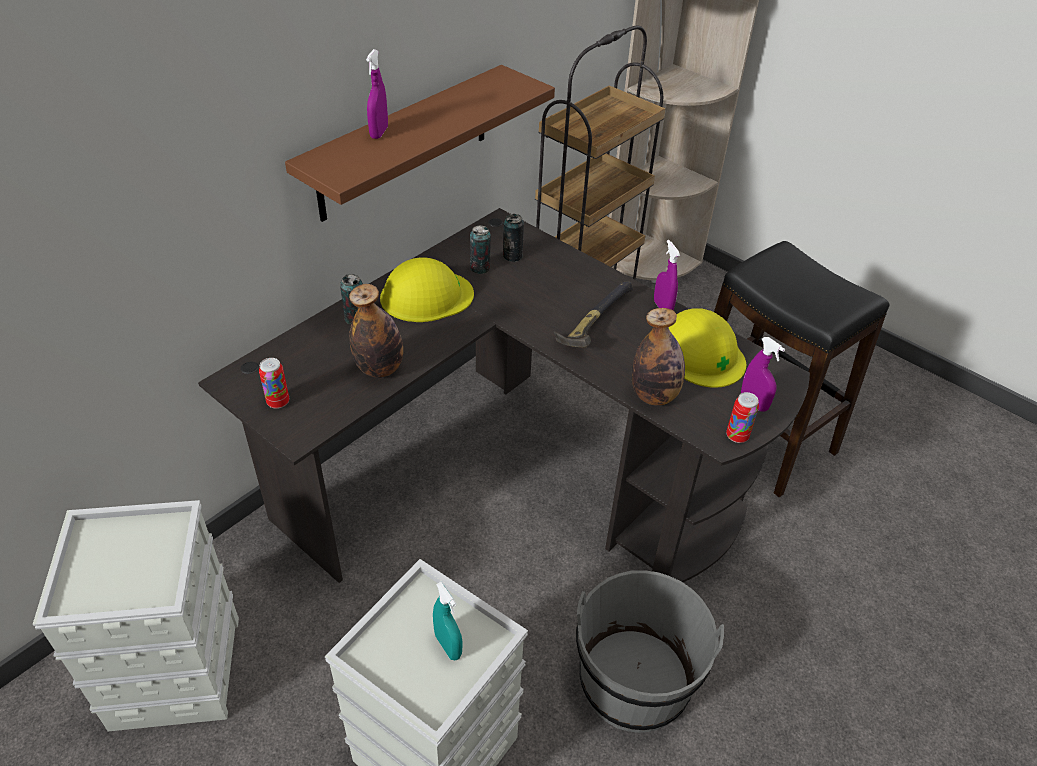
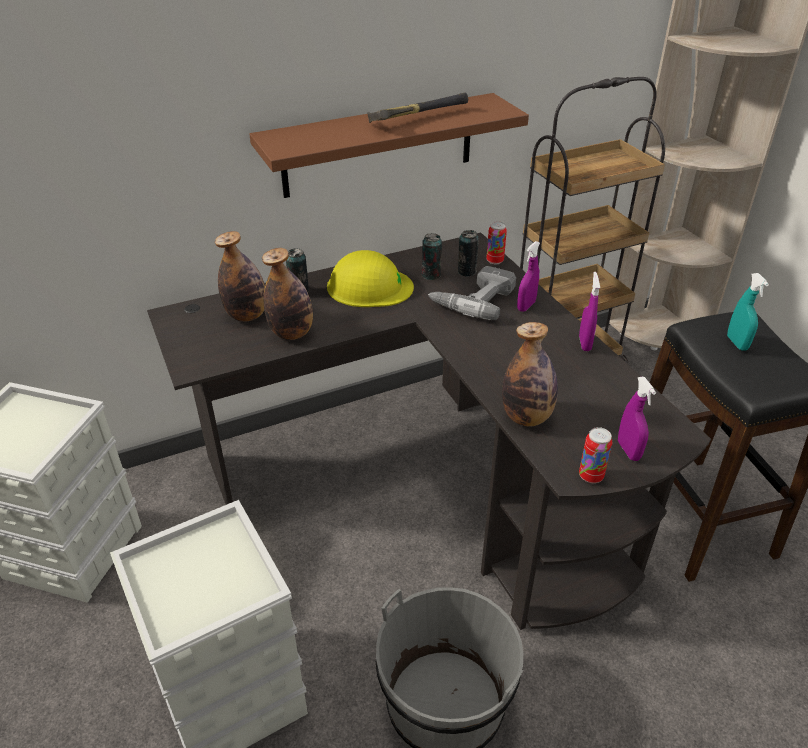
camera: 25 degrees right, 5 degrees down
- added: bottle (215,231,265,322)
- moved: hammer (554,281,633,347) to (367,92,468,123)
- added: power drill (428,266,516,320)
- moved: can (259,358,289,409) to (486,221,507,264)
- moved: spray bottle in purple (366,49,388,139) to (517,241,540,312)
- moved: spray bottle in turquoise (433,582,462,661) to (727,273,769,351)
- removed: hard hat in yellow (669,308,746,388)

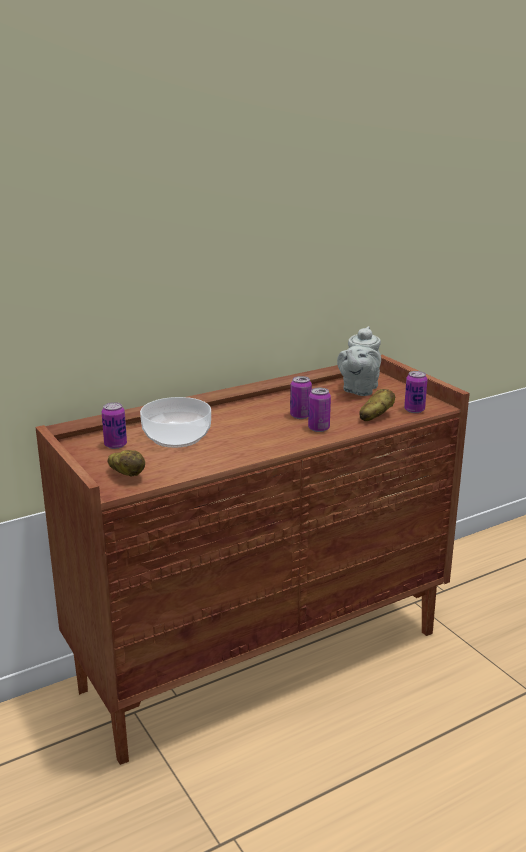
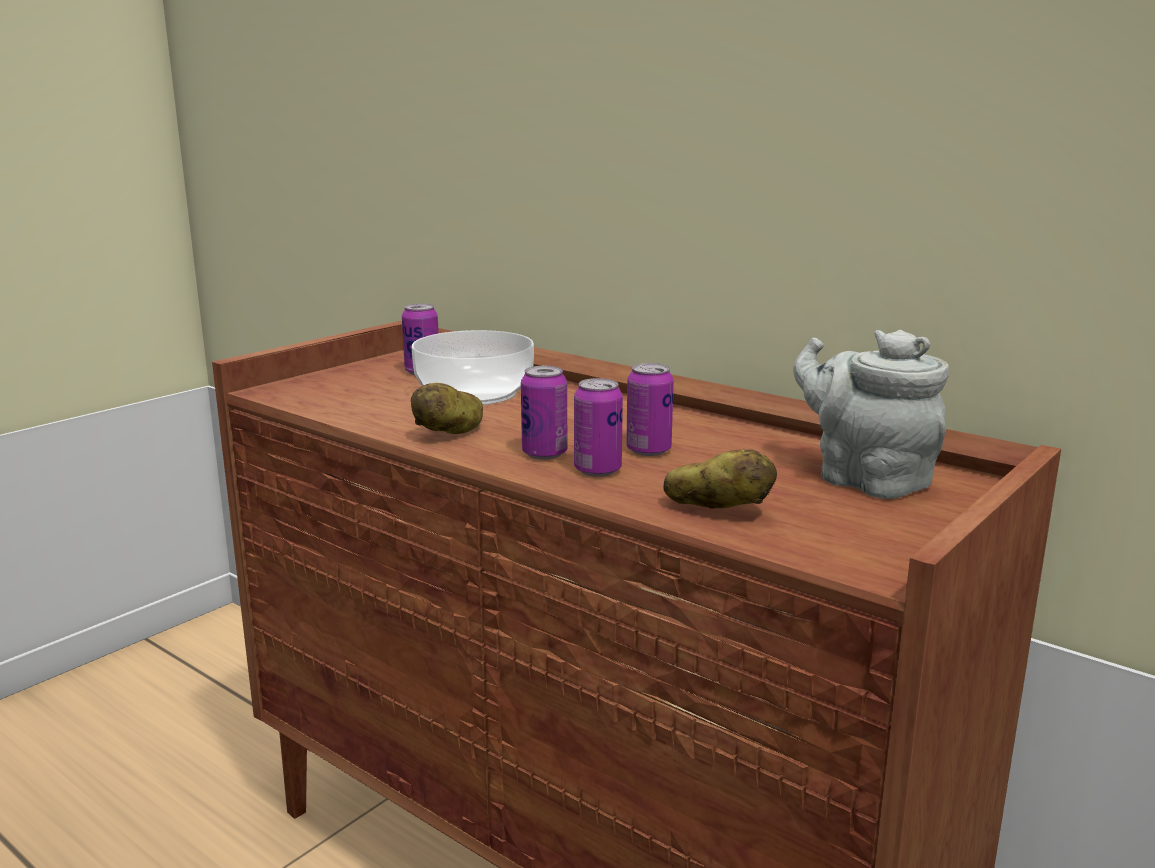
camera: 70 degrees right, 5 degrees down
- moved: potato (107,450,145,477) to (410,383,483,434)
- moved: can (404,371,427,413) to (521,366,567,459)
- turned: teapot in grey (337,326,381,396) = (793,330,949,499) 45 degrees clockwise

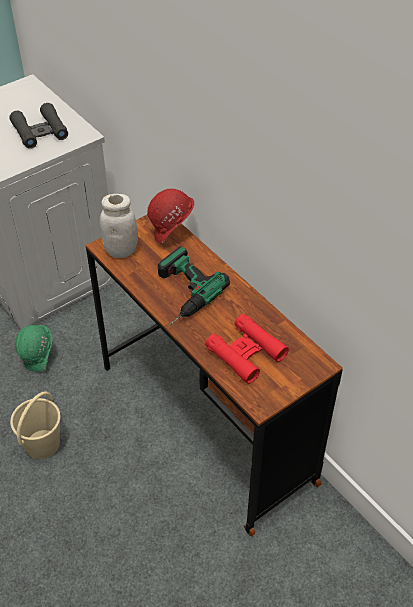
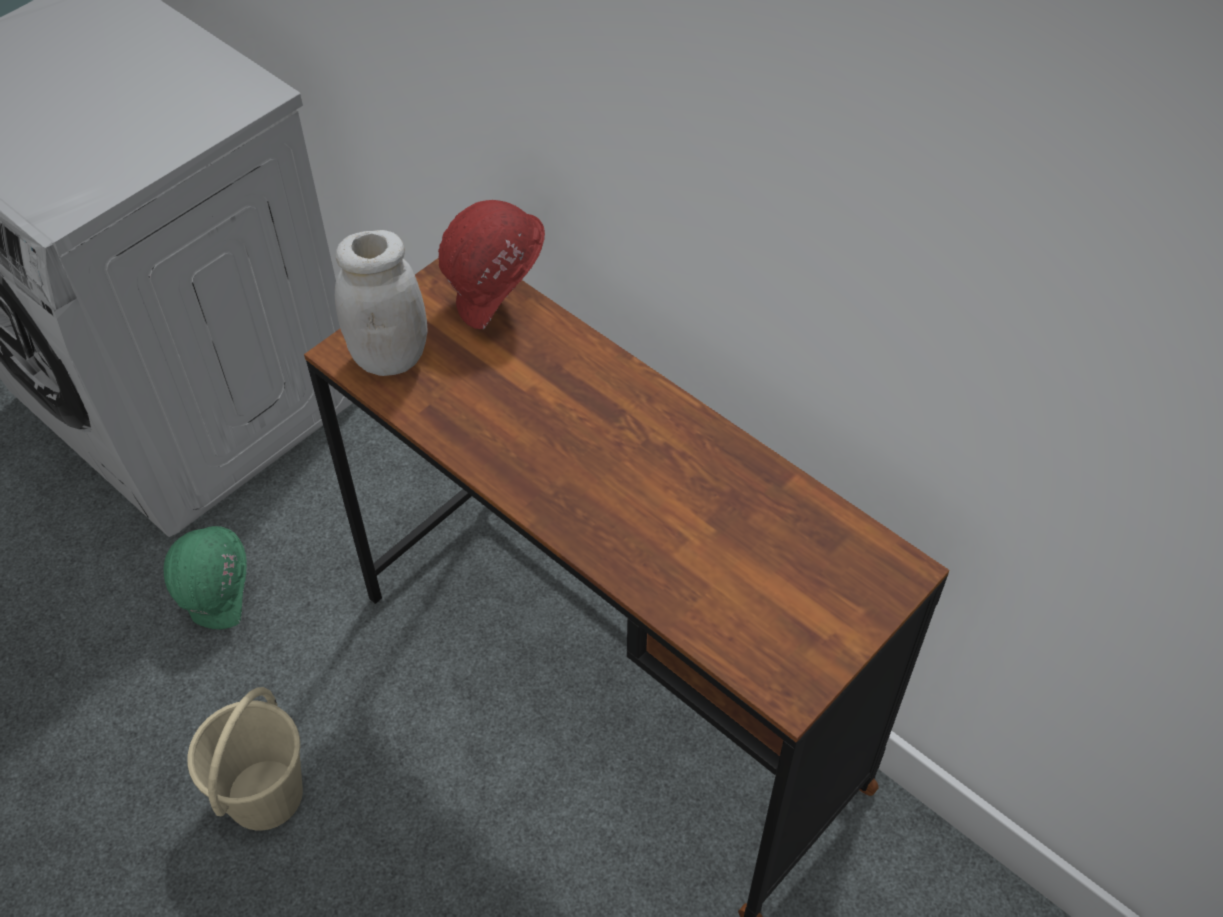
camera: 10 degrees left, 5 degrees up
- removed: binoculars in black (9,103,68,149)
- removed: power drill (158,246,230,325)
- removed: binoculars in red (205,314,289,384)

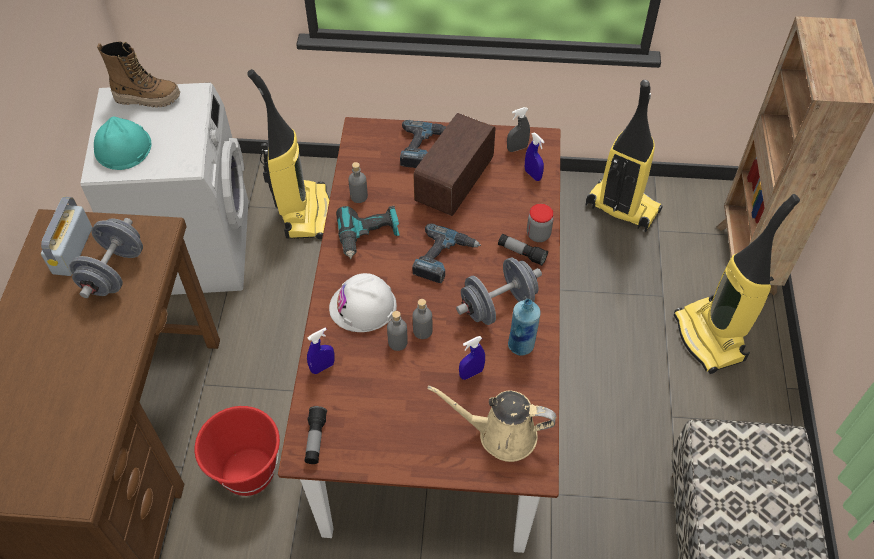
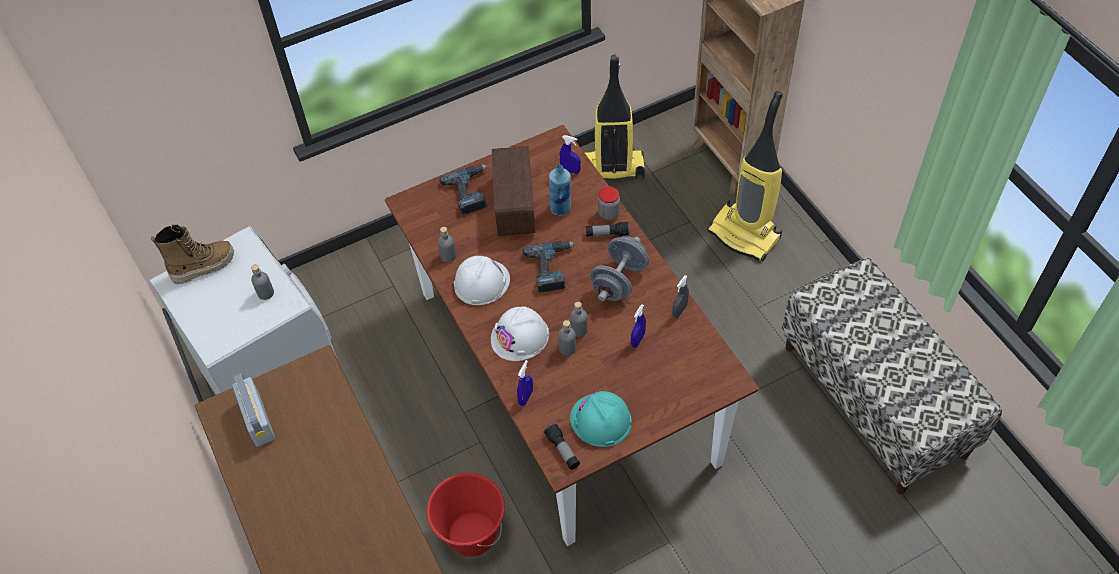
camera: 30 degrees left, 0 degrees up
- added: bottle in grey (251,264,274,300)
- replaced: power drill (336,206,400,259) to hard hat in white (454,256,510,305)
- moved: bottle in blue (508,299,541,356) to (549,165,571,216)
- moved: hard hat in turquoise (94,117,151,170) to (570,391,632,447)
- moved: spray bottle in grey (507,107,530,152) to (672,275,689,318)
- removed: dumbbell in grey (69,218,143,298)
- removed: vacuum cleaner (247,69,330,239)
- removed: watering can in beige (427,385,556,462)

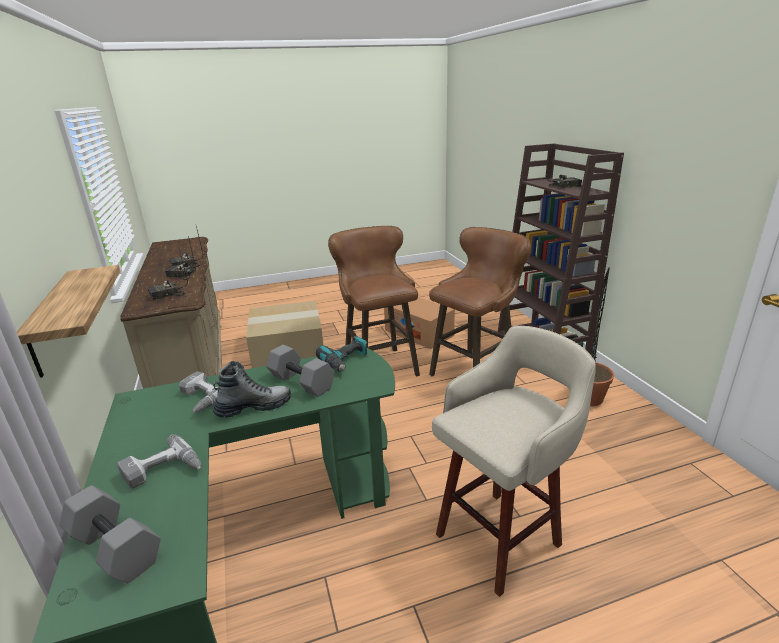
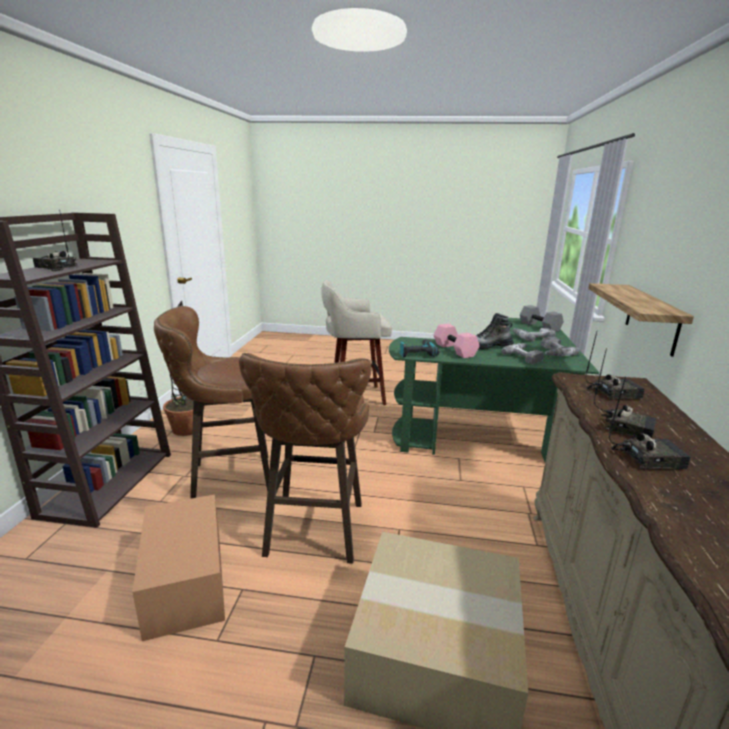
camera: 155 degrees left, 5 degrees down
- recoloured: dumbbell in grey (266,345,335,397) to dumbbell in pink (434,324,480,358)
- added: power drill (541,337,579,356)

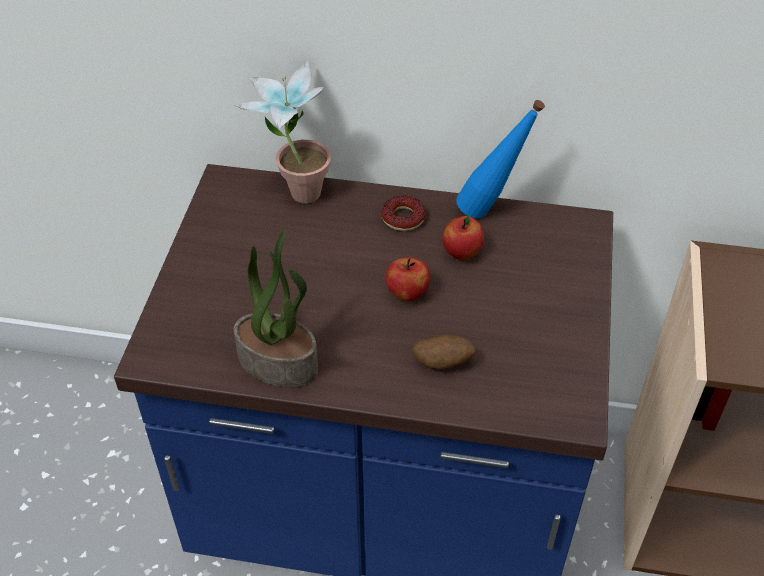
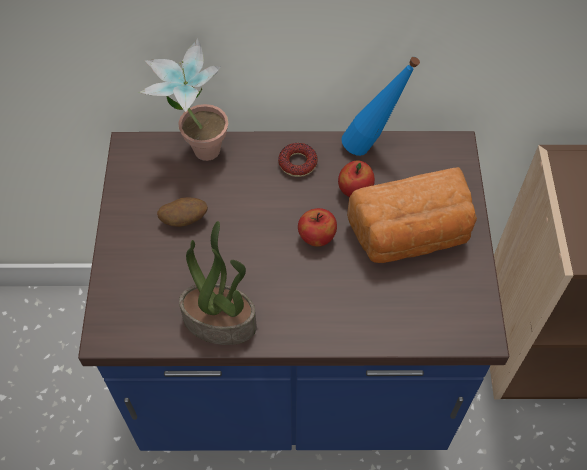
camera: 10 degrees left, 10 degrees up
- moved: potato (413,335,475,369) to (157,197,208,227)
- added: bread (347,167,477,263)

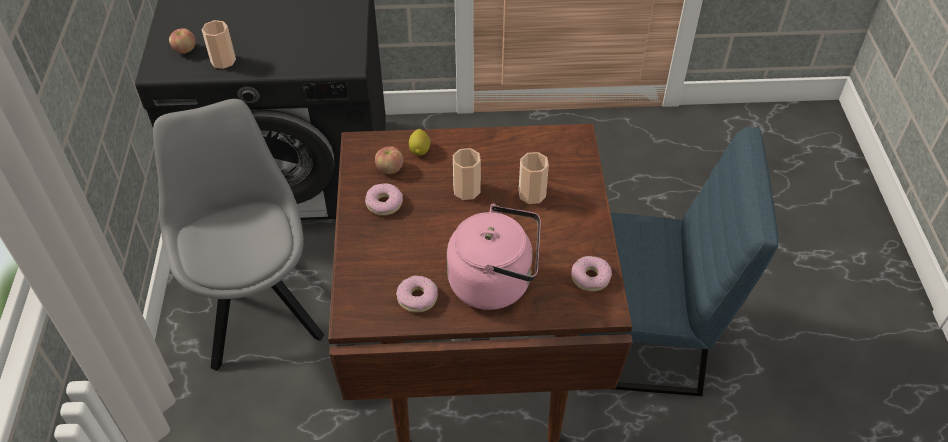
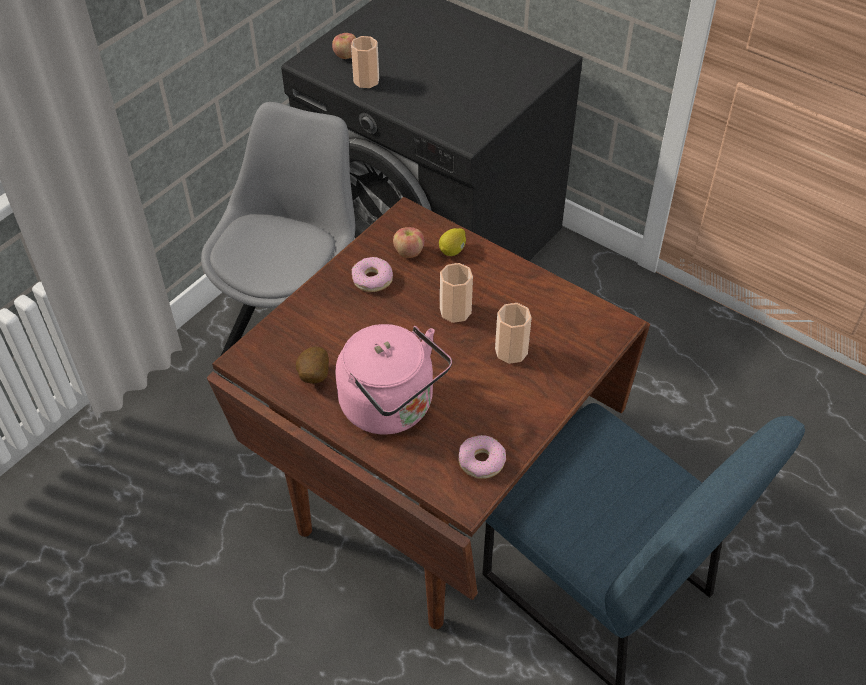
camera: 40 degrees right, 0 degrees up
- replaced: donut (396,276,438,313) to potato (296,346,329,383)

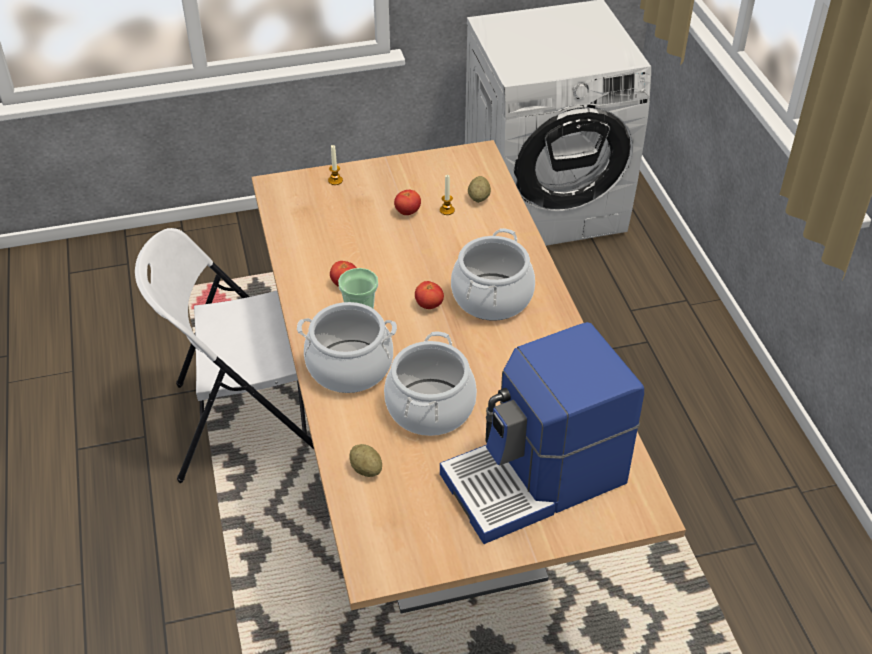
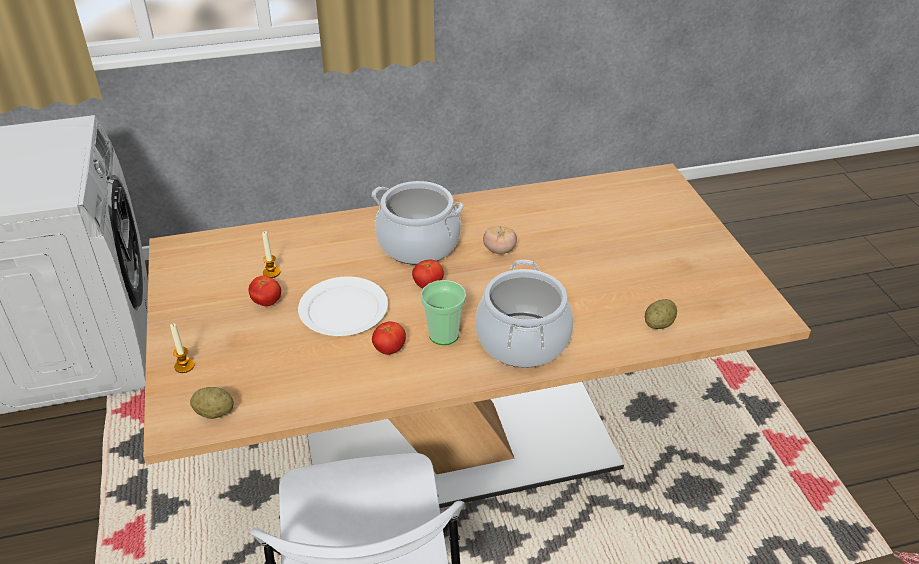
camera: 90 degrees left, 5 degrees down
- moved: potato (468,176,491,203) to (190,387,234,419)
- added: plate in white (298,277,388,336)
- added: tomato (483,226,517,254)
- removed: cooking pot (384,331,477,436)
- removed: coffee machine (440,322,644,544)

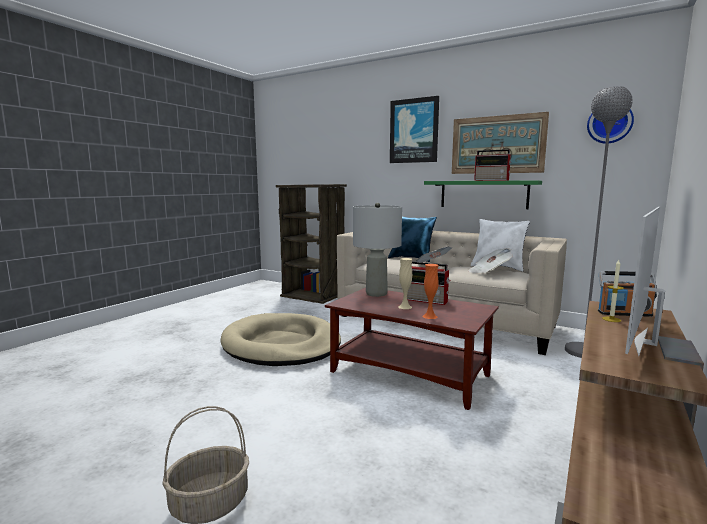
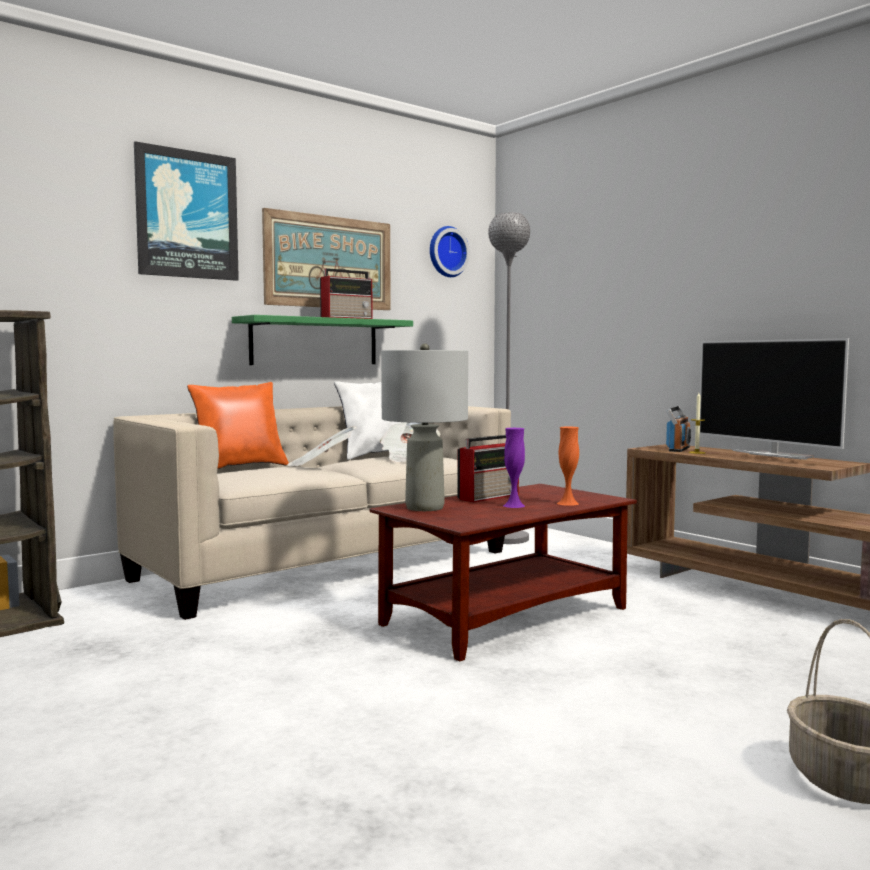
camera: 70 degrees left, 5 degrees down
- recoloured: pillow in blue (388,217,437,262) to pillow in orange (187,382,289,469)
- recoloured: vase in beige (398,258,412,309) to vase in purple (503,428,525,508)
- removed: dog bed in beige (220,313,341,366)

